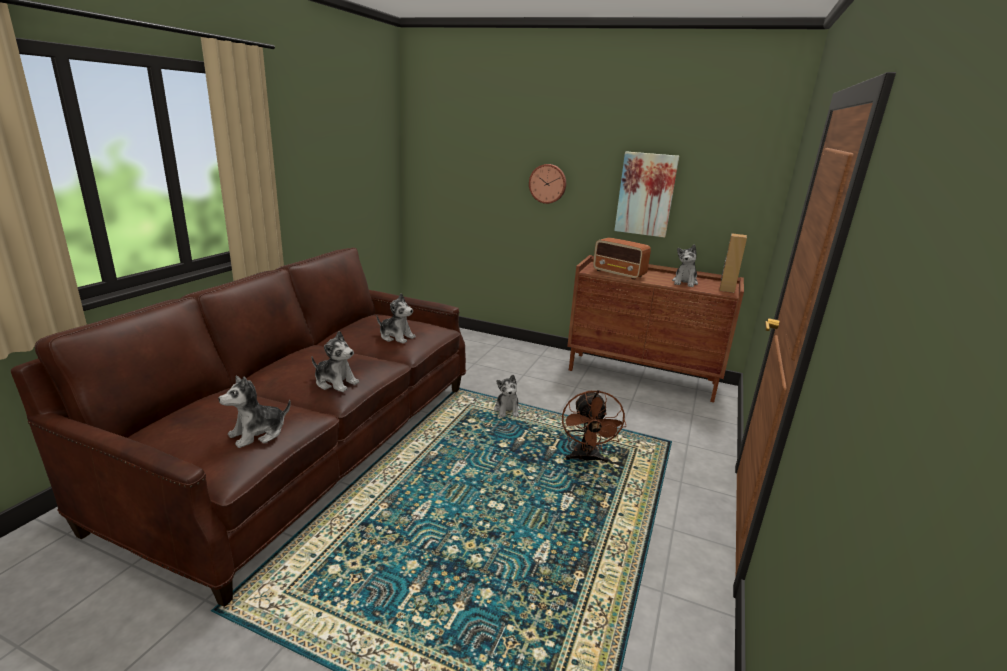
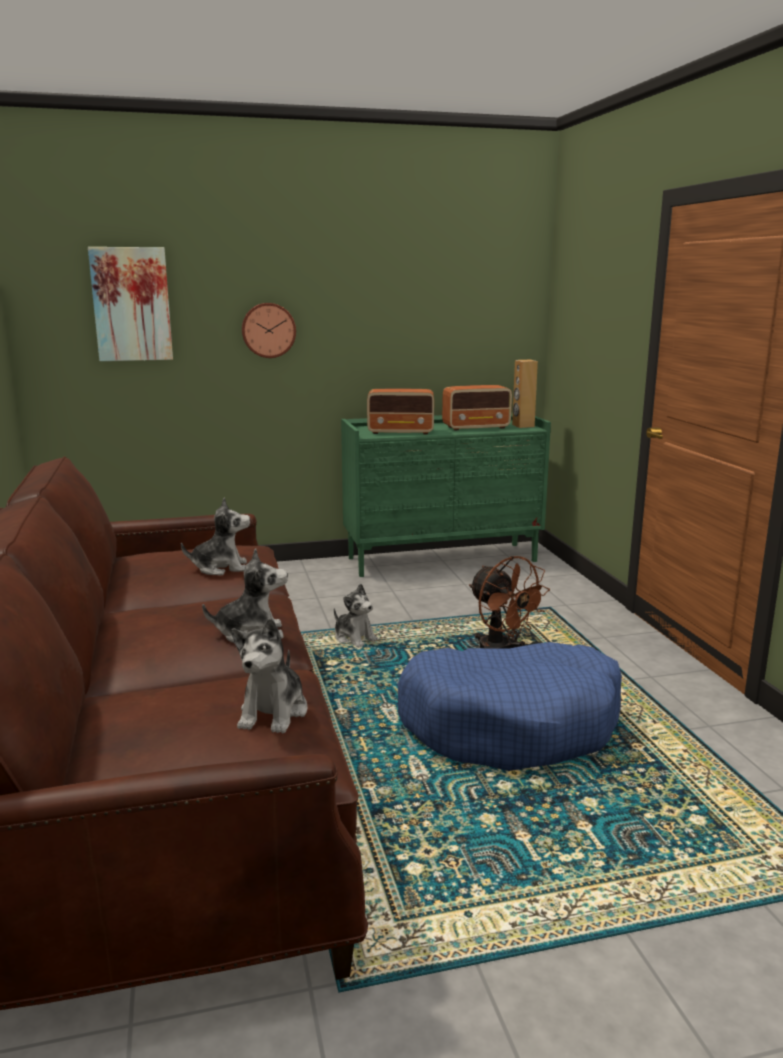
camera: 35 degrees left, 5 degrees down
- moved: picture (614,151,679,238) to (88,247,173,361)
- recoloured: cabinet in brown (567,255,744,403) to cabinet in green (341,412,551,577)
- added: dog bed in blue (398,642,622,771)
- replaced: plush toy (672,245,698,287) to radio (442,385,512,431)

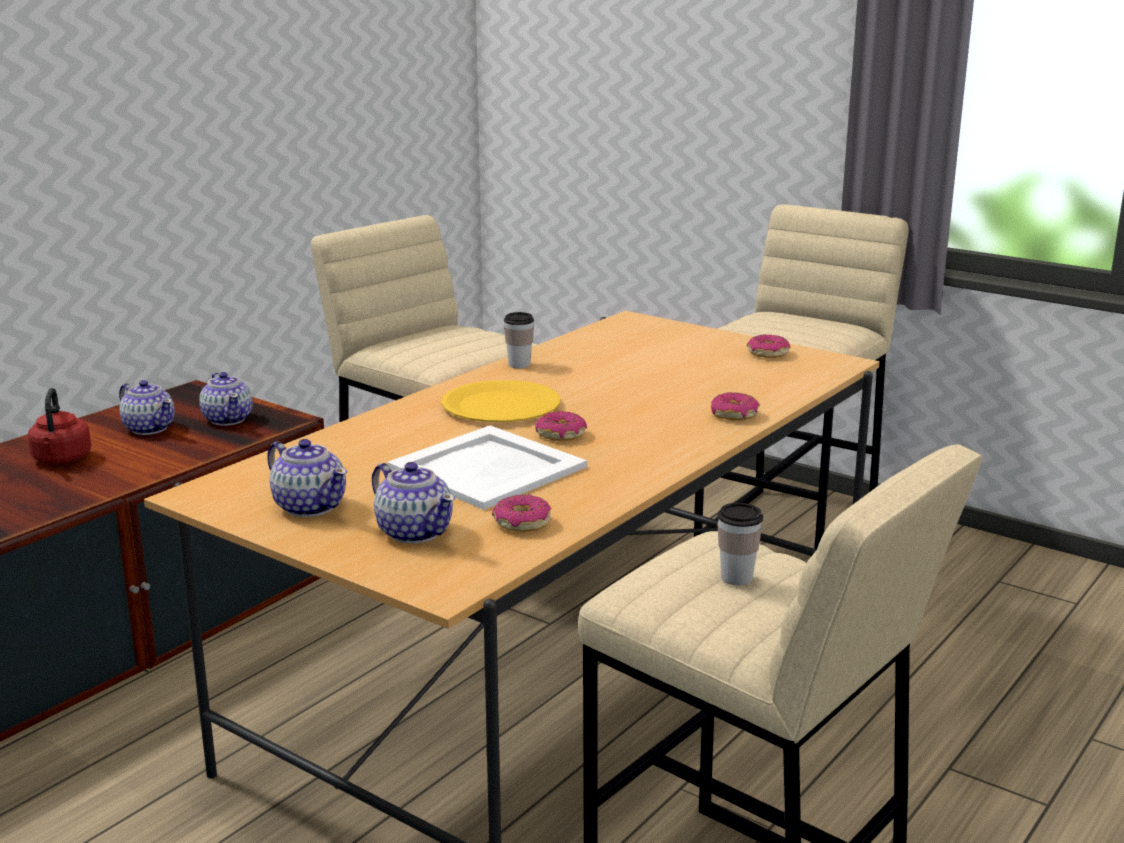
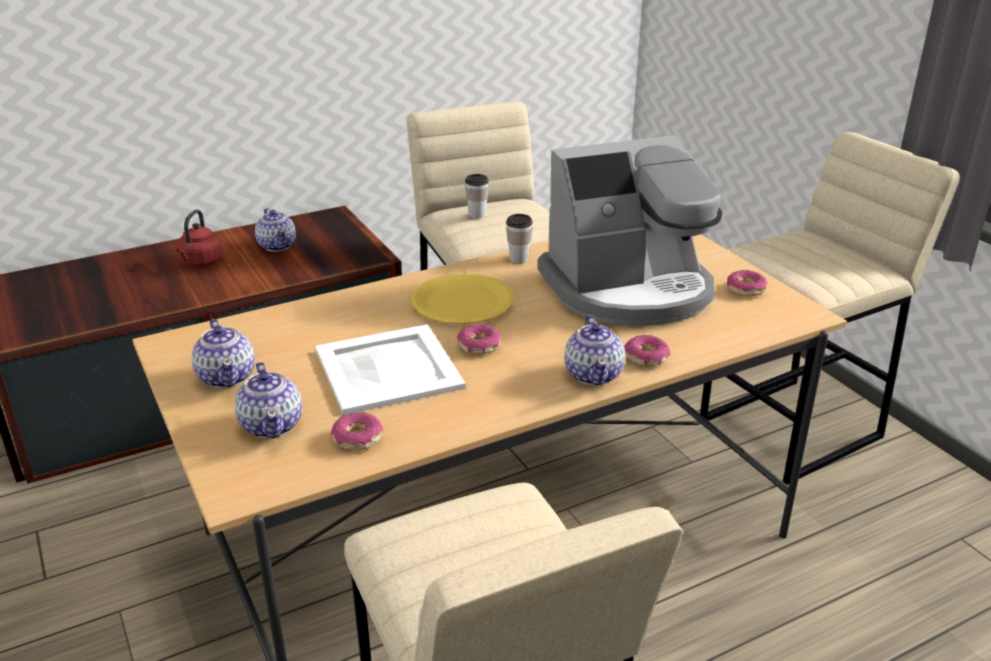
camera: 25 degrees right, 10 degrees up
- moved: cup (717,503,763,585) to (465,174,489,218)
- added: coffee machine (537,135,723,326)
- moved: teapot (199,372,253,426) to (564,315,625,385)

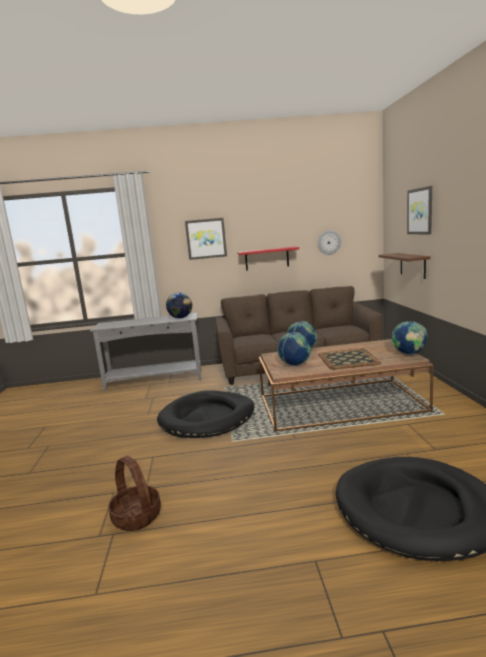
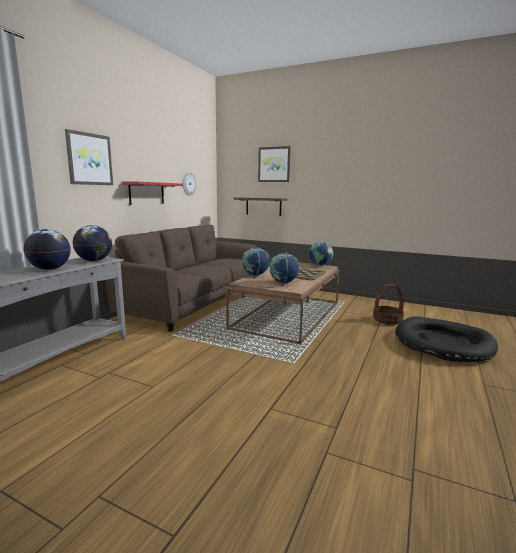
camera: 60 degrees left, 0 degrees up
- added: globe (23,229,71,270)
- moved: basket (108,456,161,531) to (373,284,404,325)
- removed: dog bed in black (157,390,255,438)

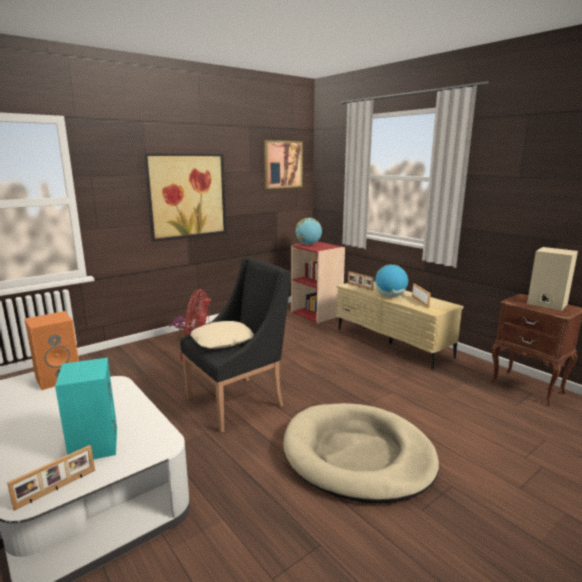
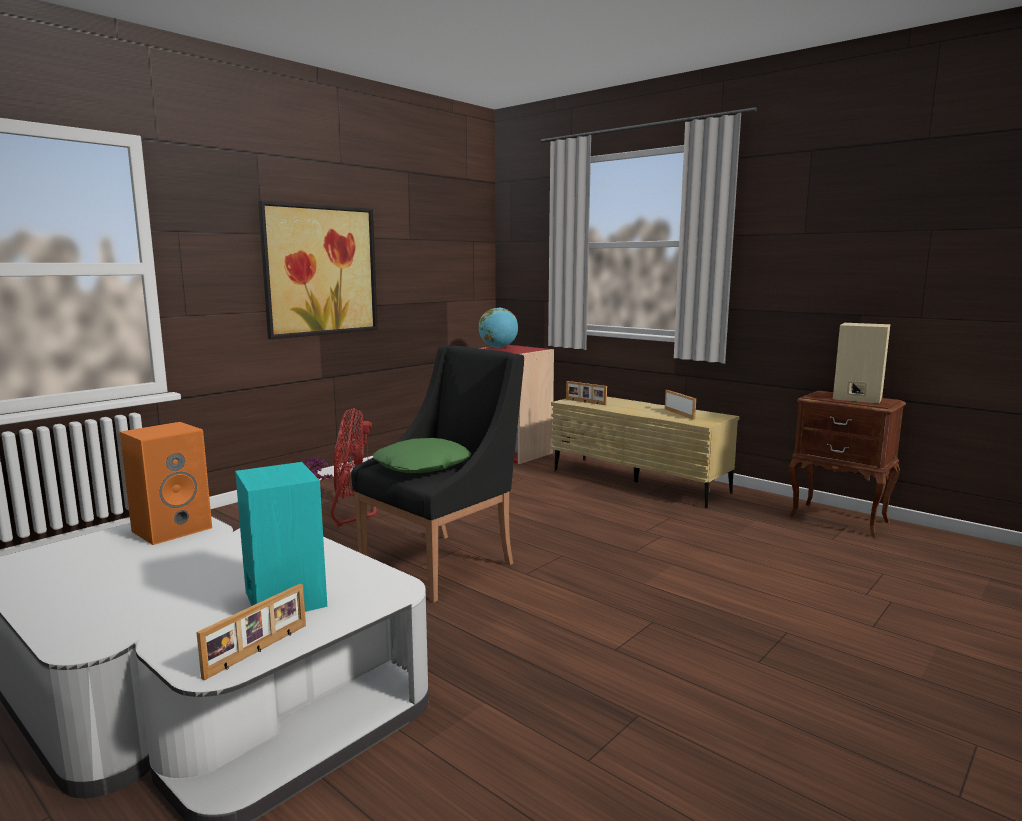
camera: 10 degrees left, 5 degrees down
- recoloured: pillow in beige (191,321,254,349) to pillow in green (373,438,471,473)
- removed: picture (264,140,303,189)
- removed: dog bed in beige (283,403,439,504)
- removed: globe (375,264,408,297)

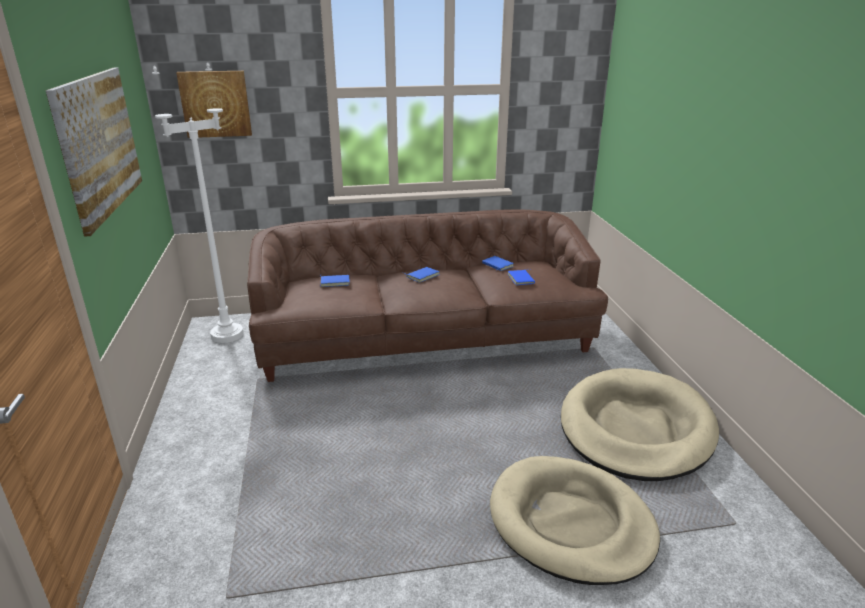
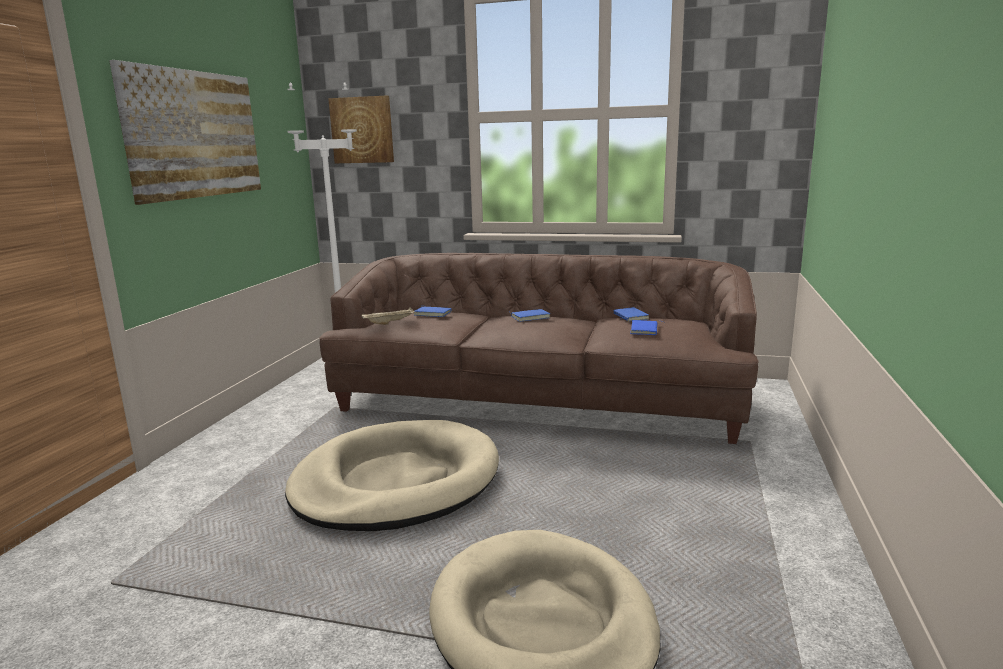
camera: 25 degrees right, 10 degrees down
- moved: dog bed in beige (561,368,719,481) to (285,420,499,531)
- added: tray in beige (361,307,417,325)

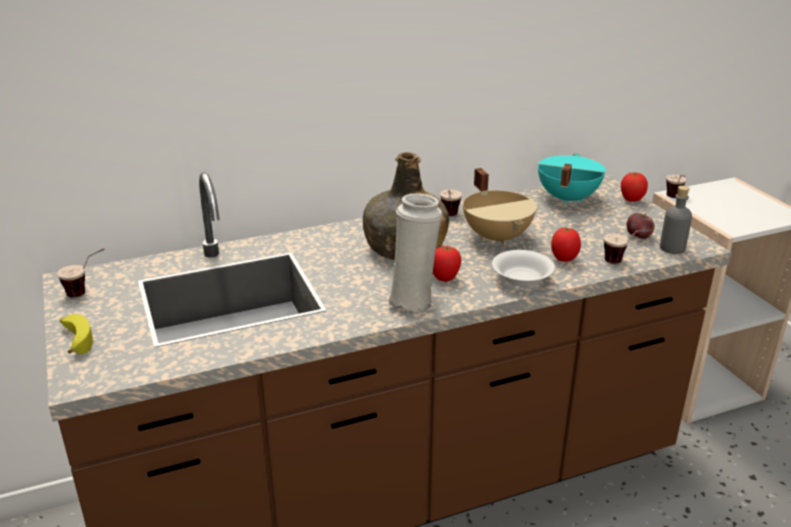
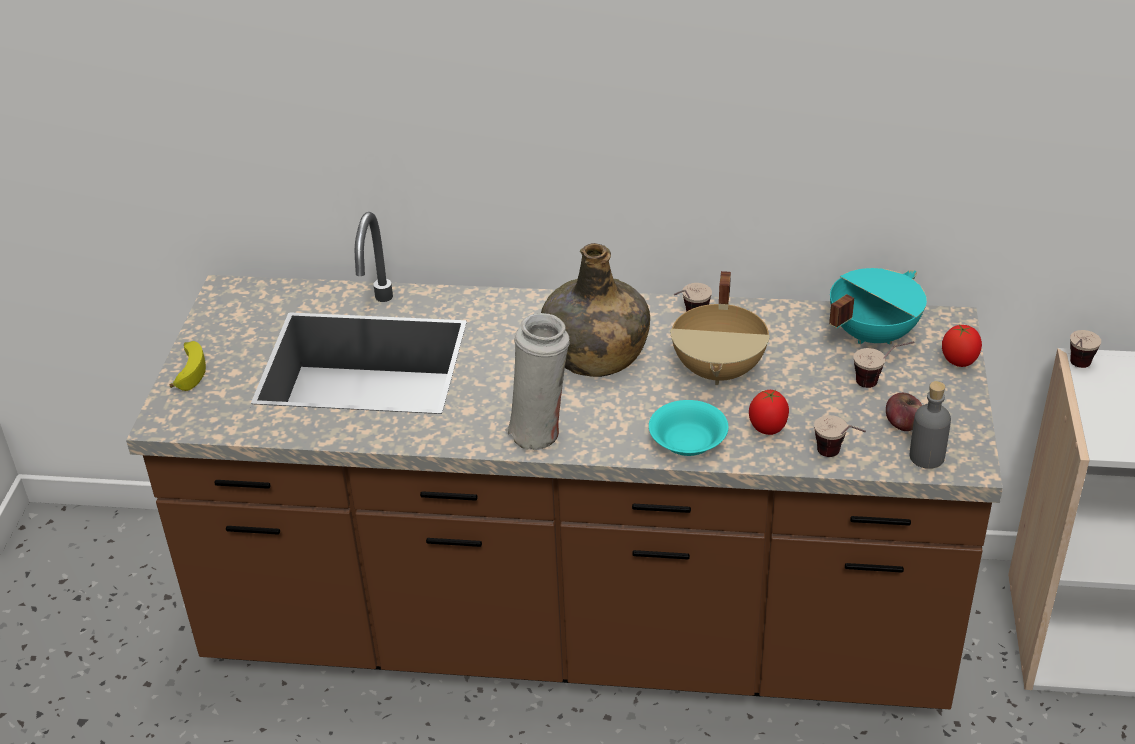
camera: 30 degrees right, 10 degrees up
- recoloured: bowl in white (492,250,555,287) to bowl in turquoise (649,400,728,456)
- moved: cup (57,248,105,298) to (854,341,914,388)
- removed: tomato (433,246,461,282)

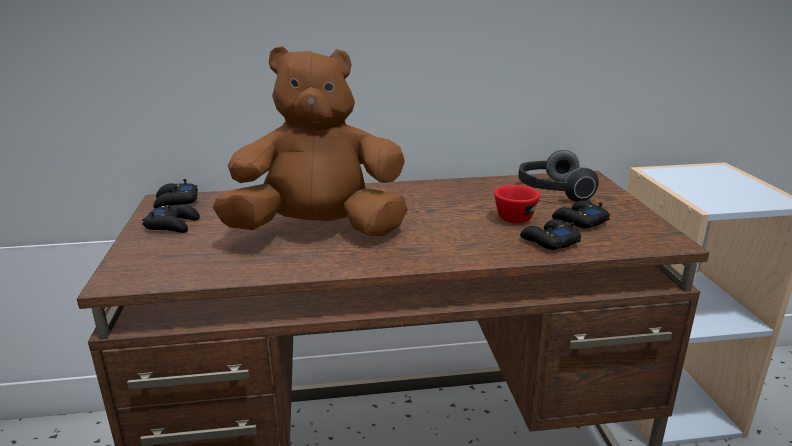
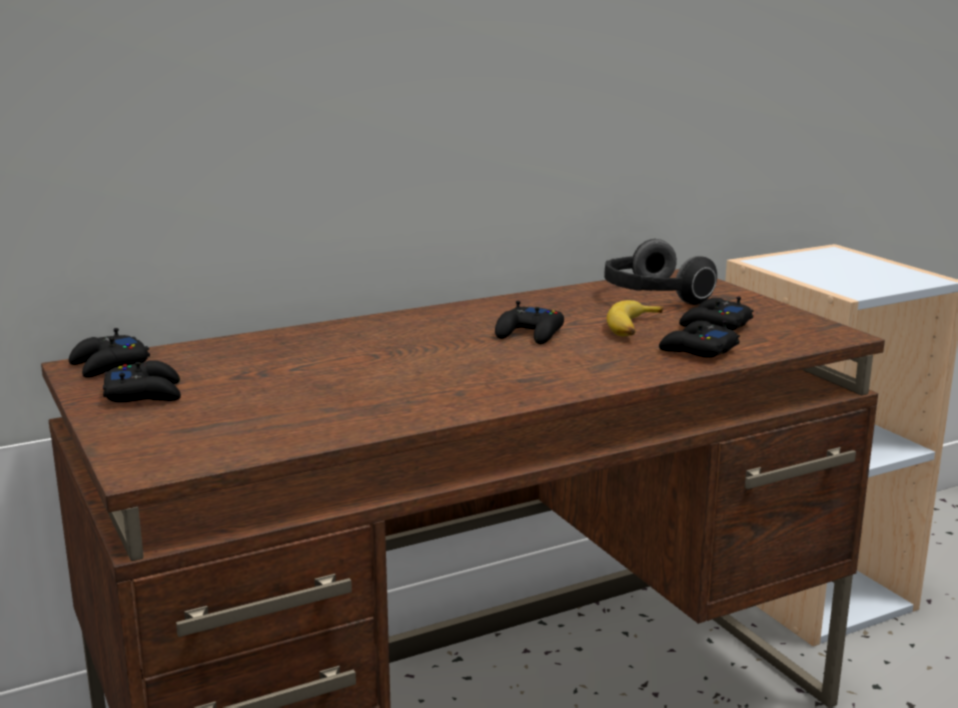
camera: 20 degrees left, 5 degrees down
- added: game controller in black (495,301,564,344)
- replaced: cup in red (494,185,540,223) to banana (607,300,663,336)
- removed: plush toy in brown (213,46,408,236)

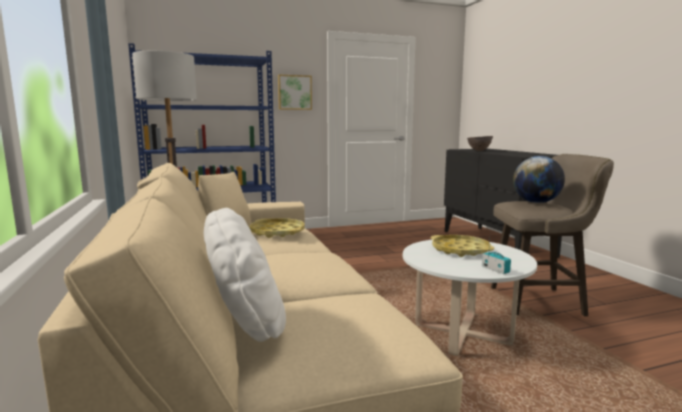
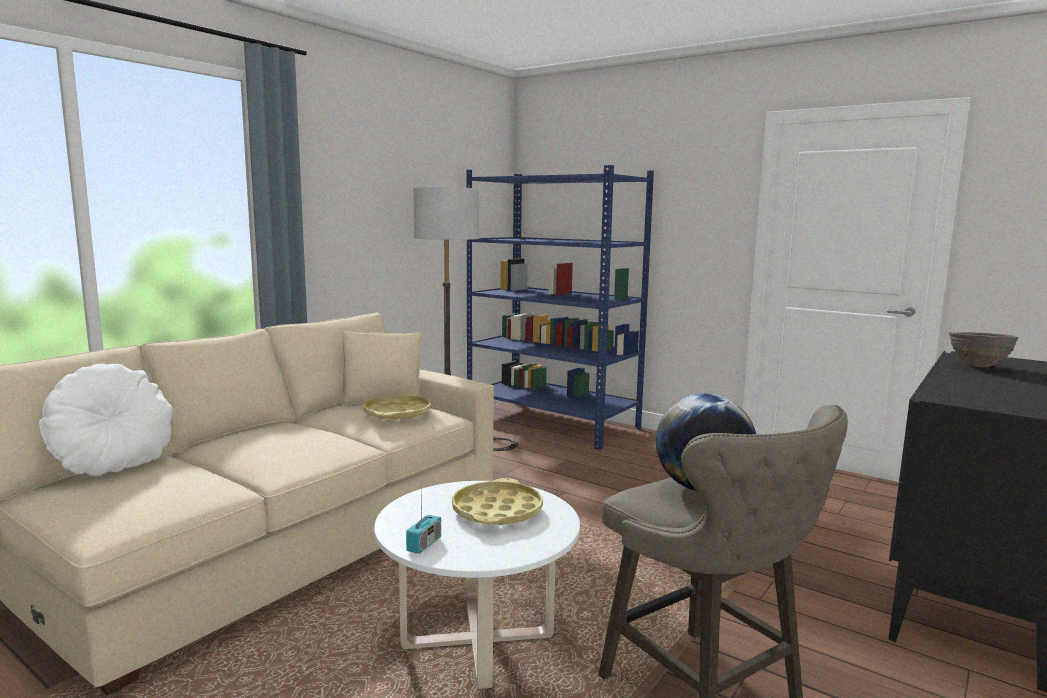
camera: 55 degrees right, 0 degrees up
- removed: picture (278,75,312,110)

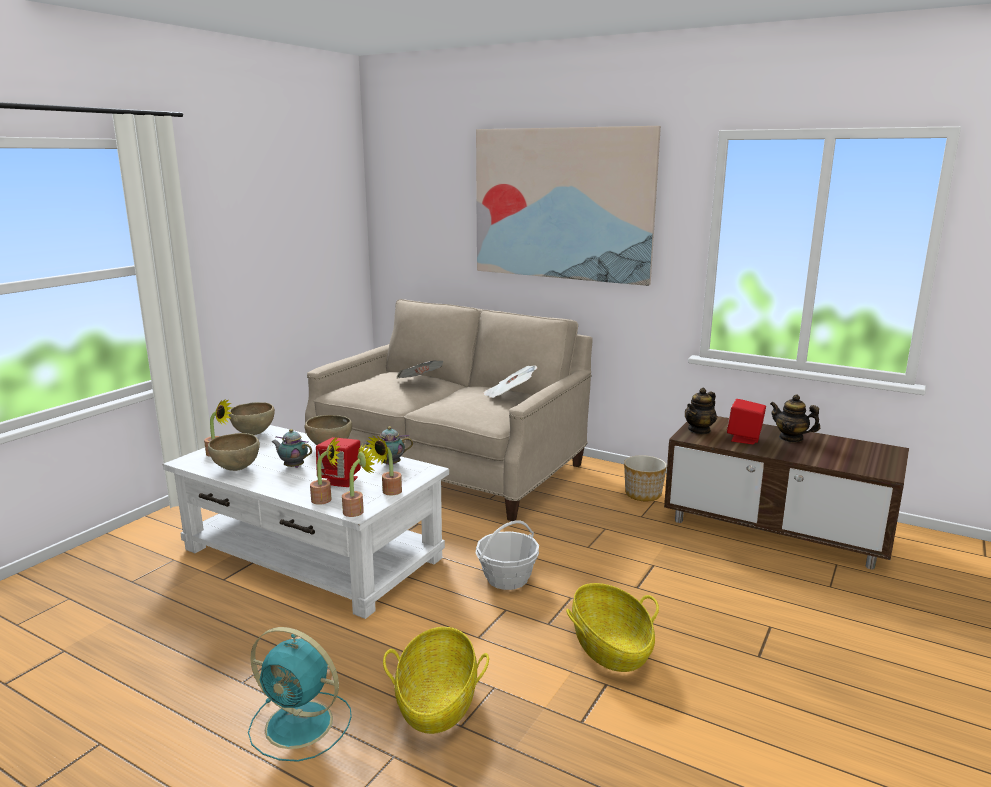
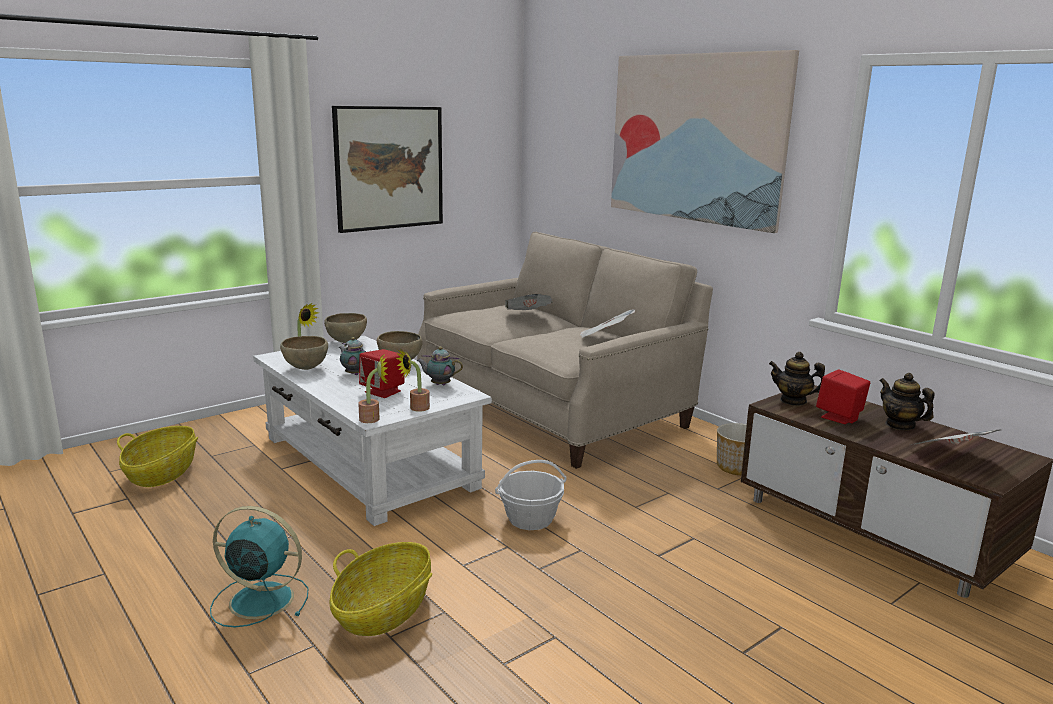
camera: 20 degrees right, 0 degrees up
- moved: basket (566,583,659,672) to (117,426,198,487)
- turned: fan in turquoise (248,627,352,762) = (210,506,309,627) 150 degrees clockwise
- added: picture (332,106,443,233)
- turned: teapot (685,388,717,435) = (769,352,825,406) 45 degrees clockwise
- added: newspaper (910,430,1000,445)
- removed: potted plant (310,437,340,505)

